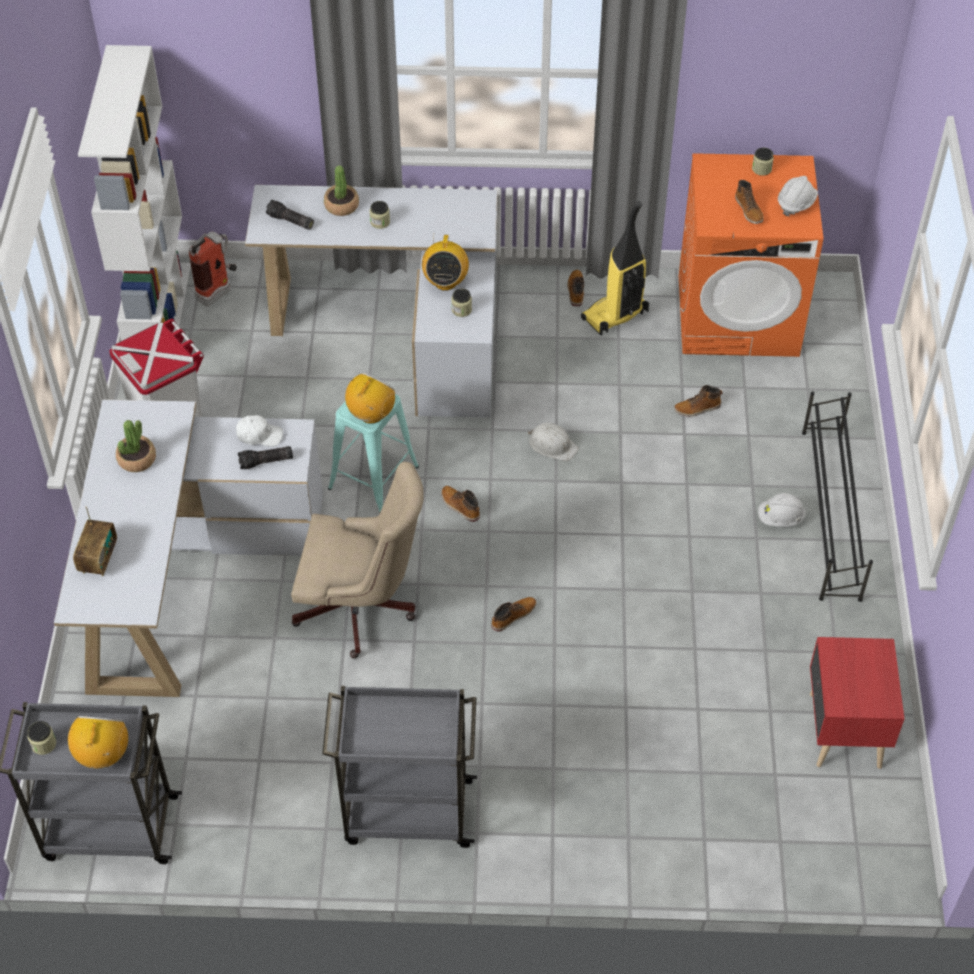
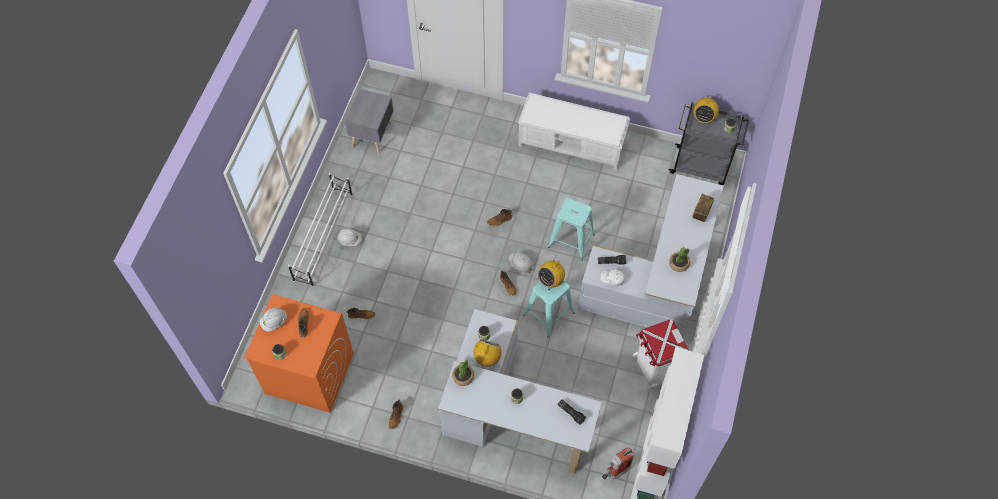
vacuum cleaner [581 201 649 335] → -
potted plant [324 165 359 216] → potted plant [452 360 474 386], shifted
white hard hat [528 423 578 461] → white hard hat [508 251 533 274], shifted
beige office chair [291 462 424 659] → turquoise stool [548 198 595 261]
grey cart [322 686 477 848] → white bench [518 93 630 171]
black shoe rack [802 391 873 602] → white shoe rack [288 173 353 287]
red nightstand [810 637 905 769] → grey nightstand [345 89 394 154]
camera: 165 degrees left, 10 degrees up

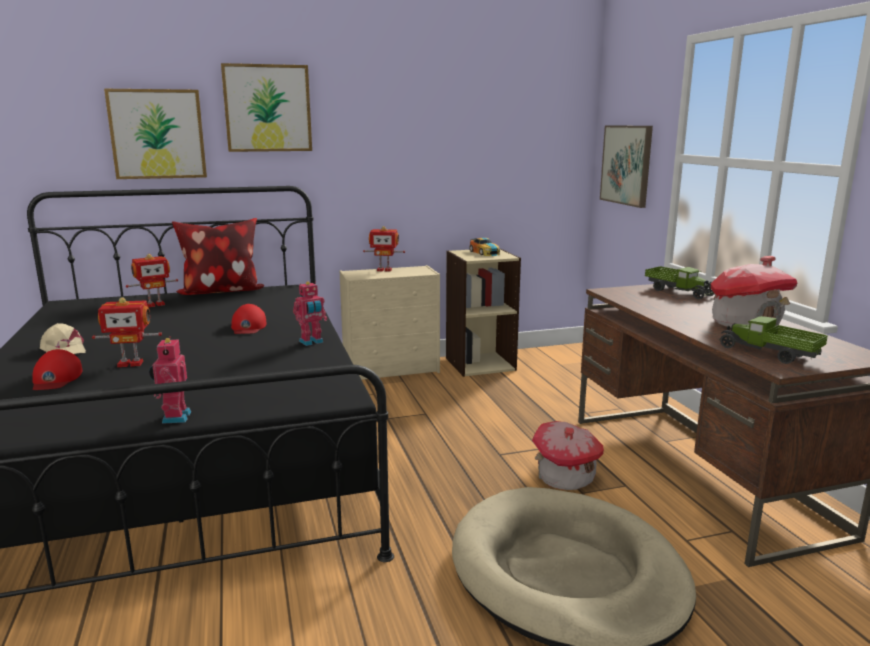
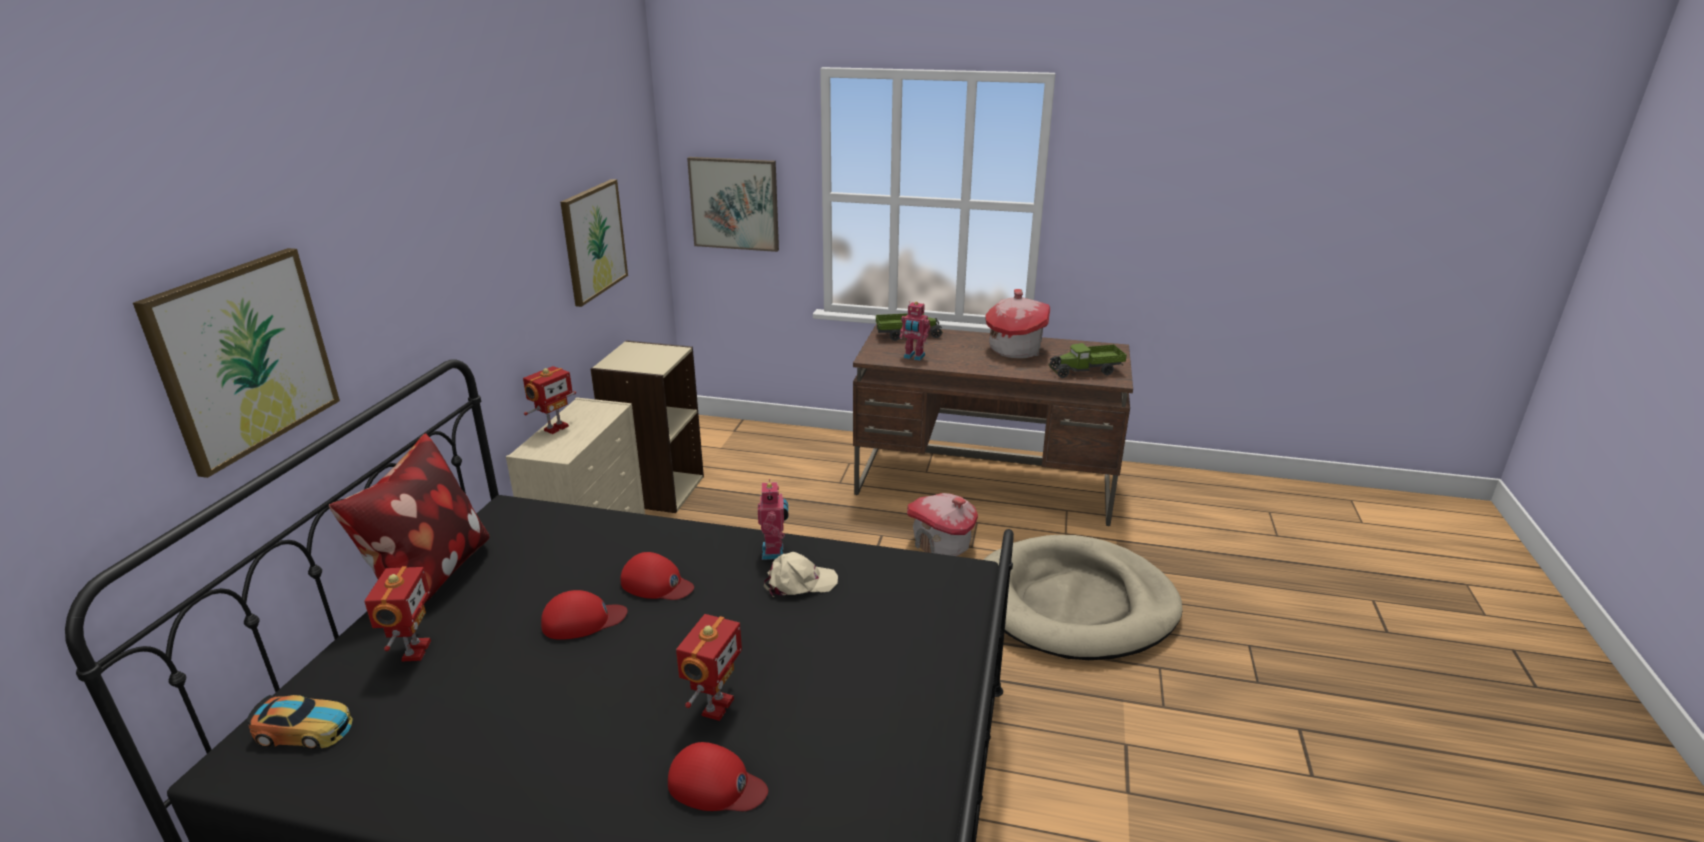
- → red cap [541 590 628 640]
beige cap [40 323 86 354] → beige cap [764 552 838 598], shifted
toy robot [149 336 191 424] → toy robot [900 302 931 361], shifted
picture [221 63 312 152] → picture [560 179 628 307], shifted
toy car [470 238 500 256] → toy car [247 695 353 749], shifted
camera: 60 degrees left, 10 degrees up

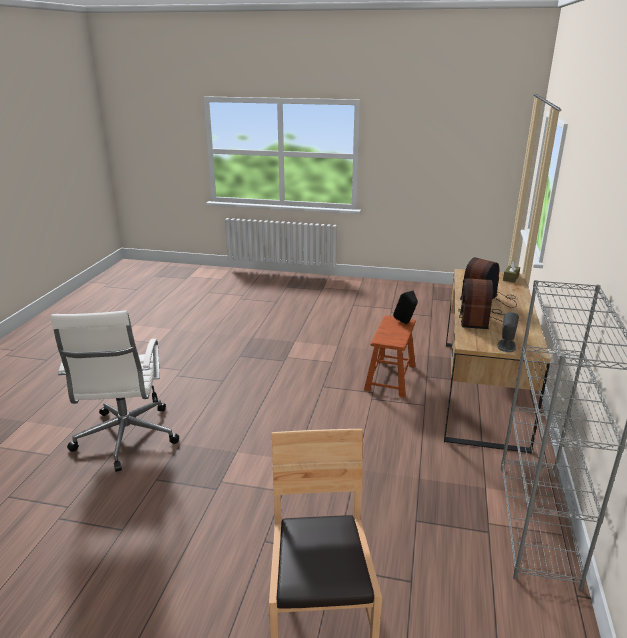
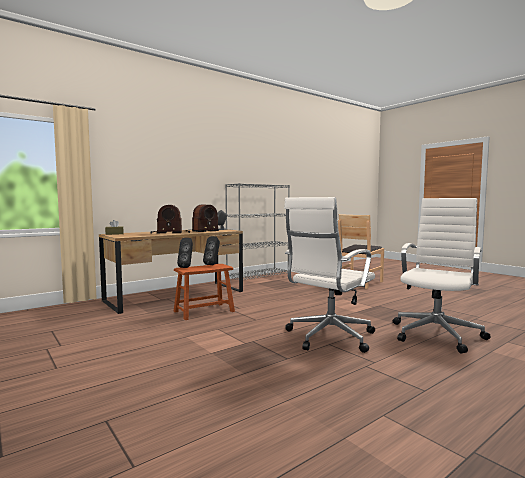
- → black speaker [203 236 220 265]
- → white office chair [284 197 375 353]
camera: 140 degrees left, 20 degrees down

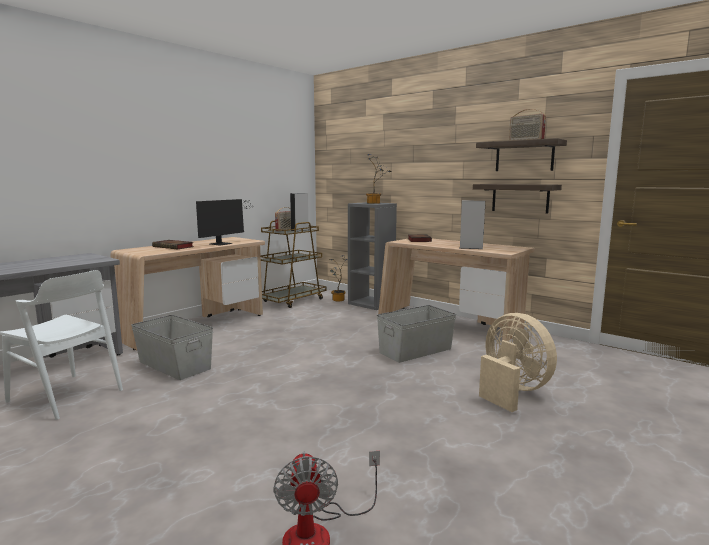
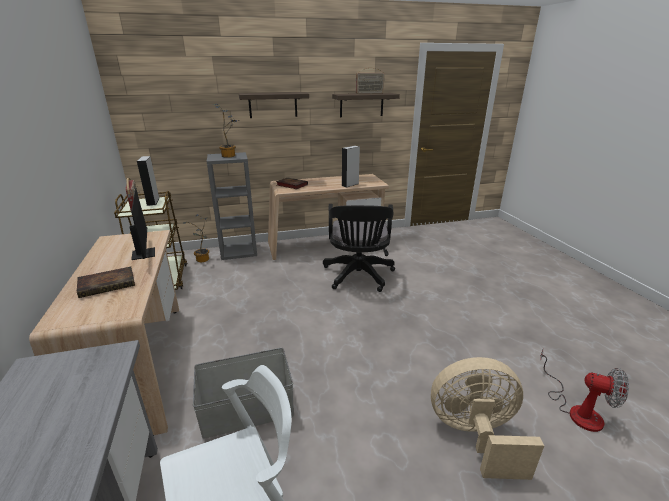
shelf [473 184 562 214] → shelf [239 92 309 118], shifted
beige fan [479 313 557 412] → beige fan [431 357 544 480], shifted
grey storage box [377 305 456 363] → black office chair [323 204 395 292]
camera: 55 degrees left, 15 degrees up

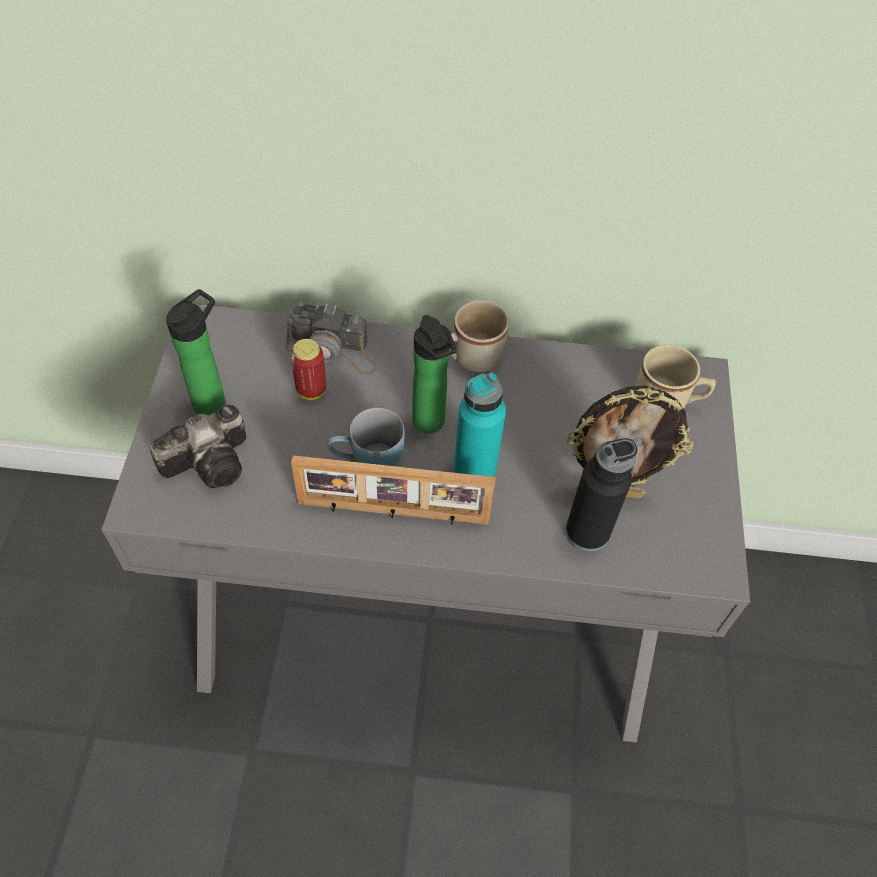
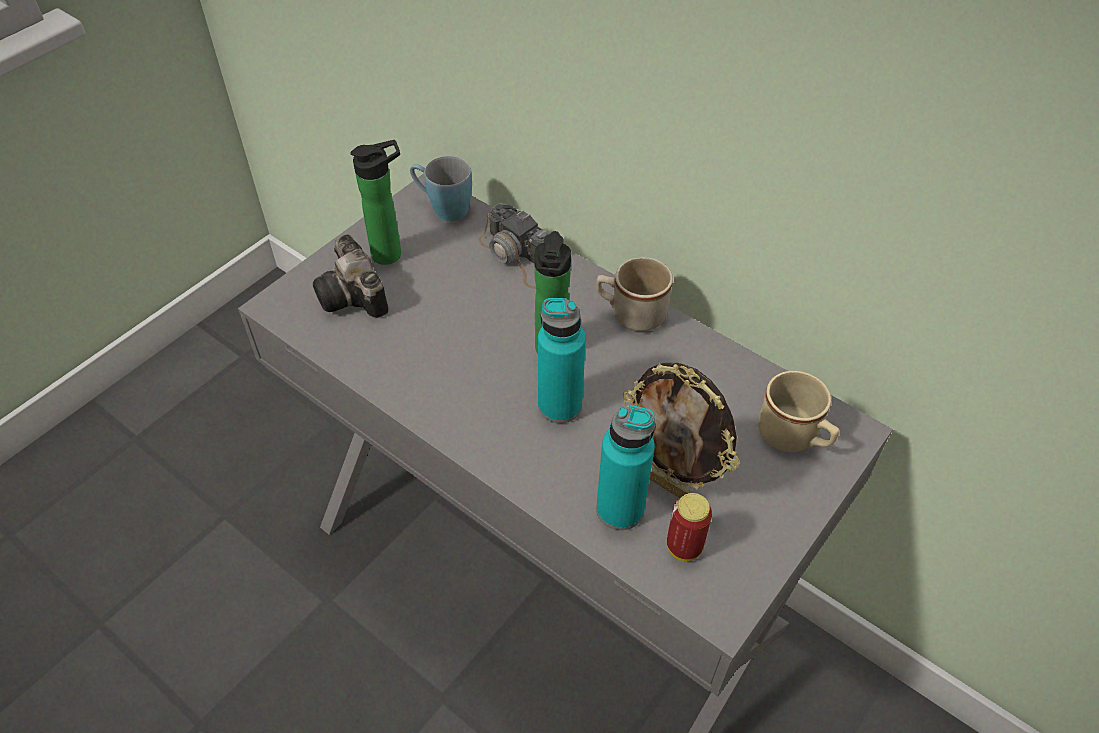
picture frame [291 455 496 525] → -
can [291 339 326 400] → can [667 493 712 561], shifted
blue mug [327 408 405 466] → blue mug [410 156 472 221], shifted
black bottle [566 438 637 551] → turquoise bottle [596 405 655 530]
photo camera [150 405 246 489] → photo camera [313 234 388 318], 60 degrees clockwise
camera: 35 degrees right, 5 degrees down

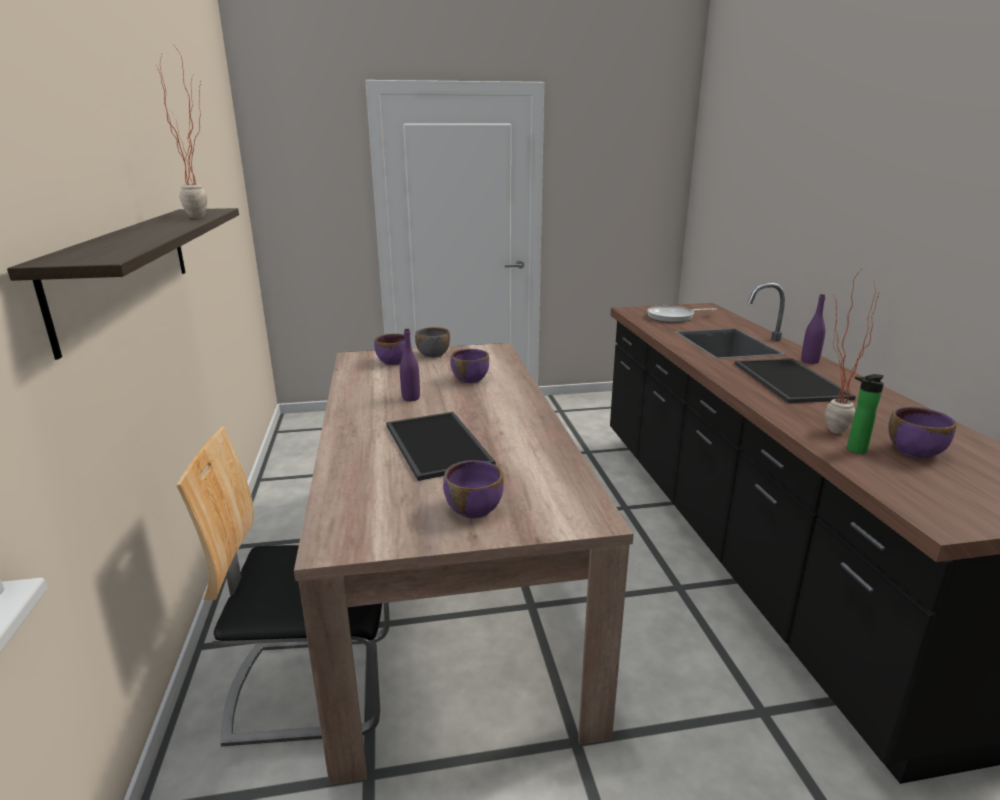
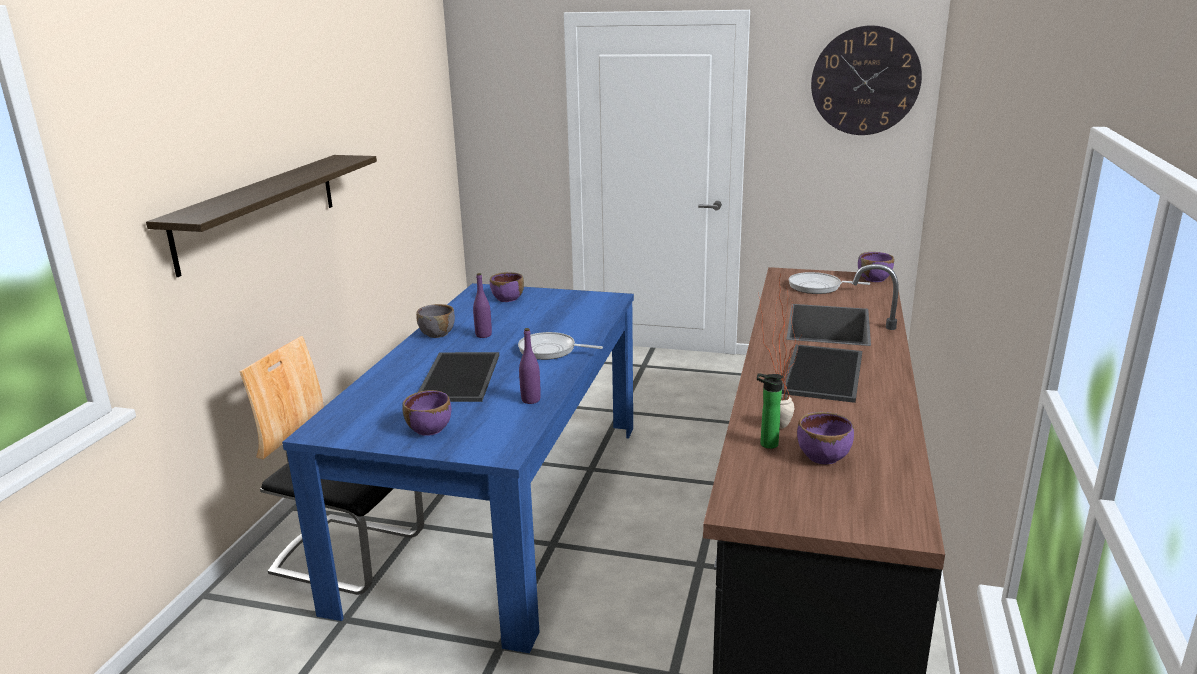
potted plant [156 43 207 218] → -
- → frying pan [518 332 603 360]
- → wall clock [811 25 922 135]
grey bowl [415 327 450 357] → grey bowl [416 304 455 338], shifted
purple bowl [451 349 489 383] → purple bowl [858 252 894 282], shifted
purple bottle [801 294 825 364] → purple bottle [519 328 541 404], shifted
beige dining table [294 343 634 785] → blue dining table [282 283 634 653]
camera: 25 degrees right, 0 degrees up

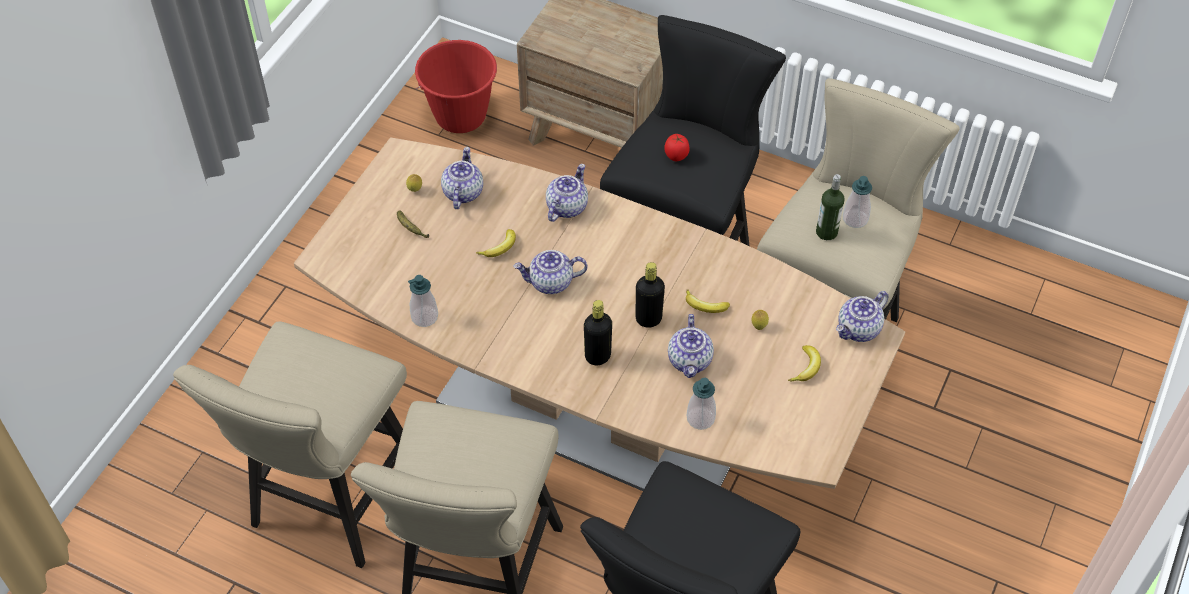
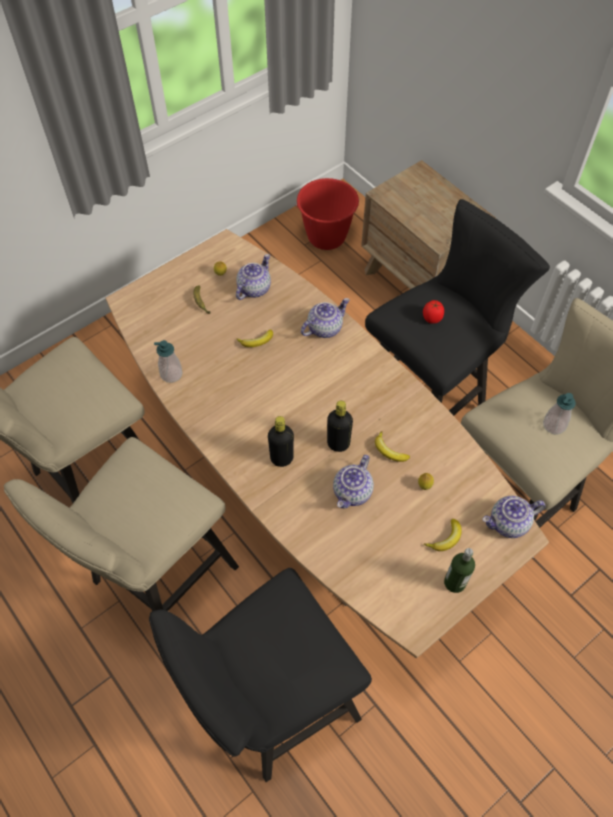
teapot [514 250 587 294] → -
soap dispenser [687 378 716 430] → -
bottle [816 174 845 240] → bottle [444 548 475 593], shifted
camera: 25 degrees right, 5 degrees up

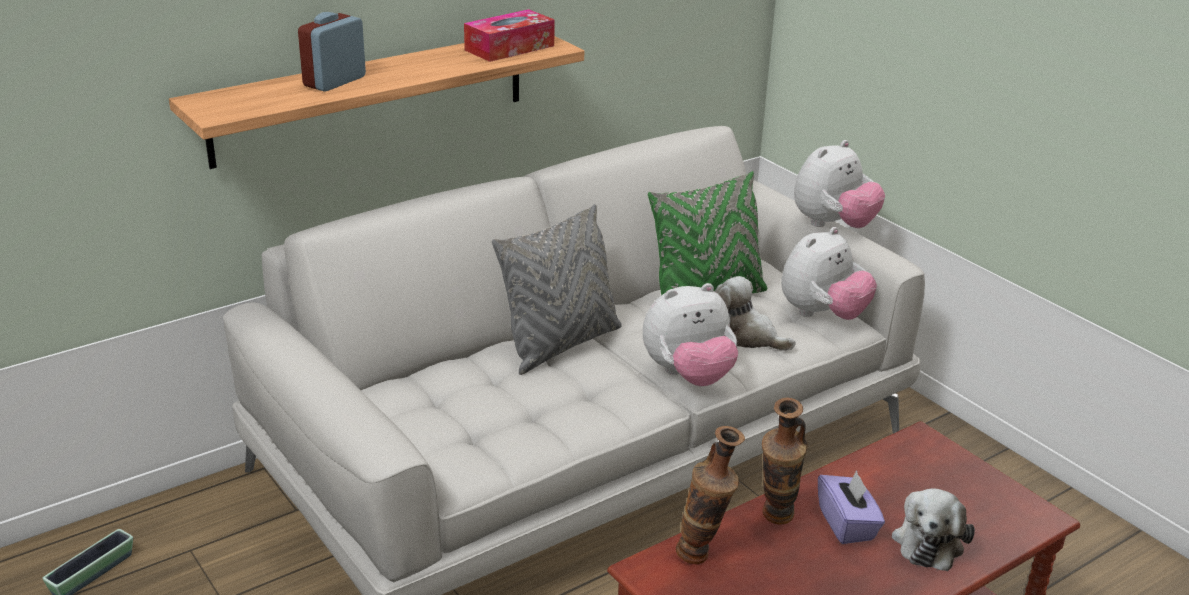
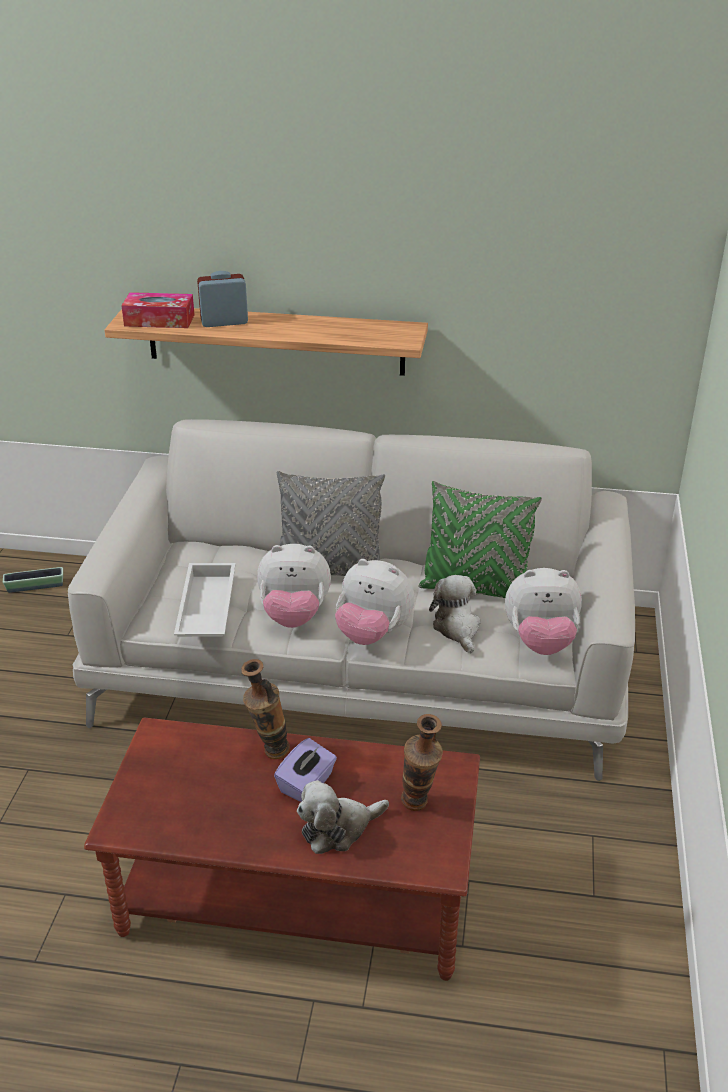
- → white tray [174 563 236 637]
tissue box [464 9 555 62] → tissue box [121 292 195 328], shifted
vase [676 426 745 564] → vase [401 714 443 811], shifted
plush toy [794 140 885 228] → plush toy [257 544 331 628], shifted
camera: 45 degrees right, 5 degrees up

